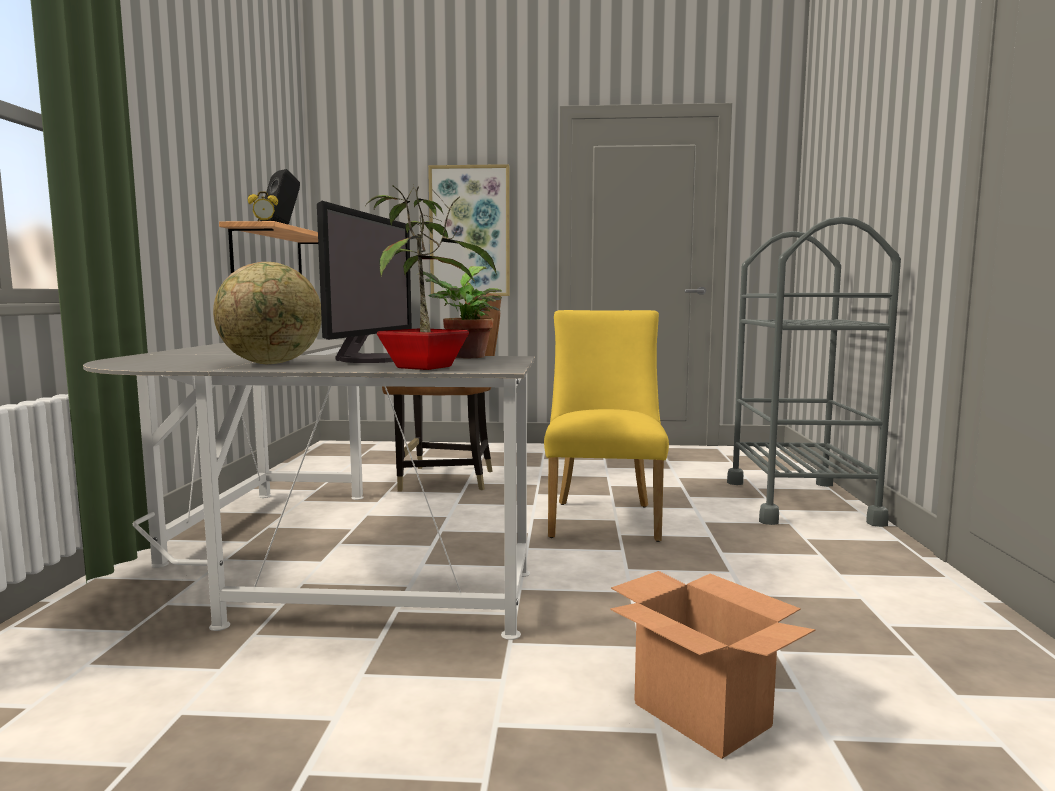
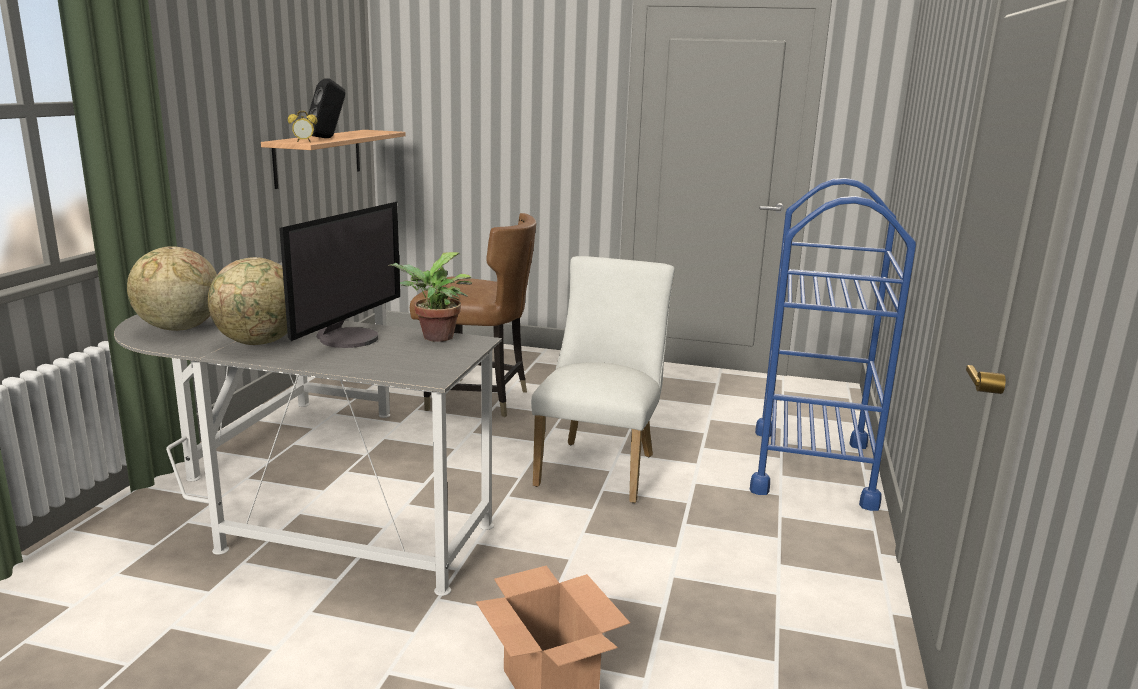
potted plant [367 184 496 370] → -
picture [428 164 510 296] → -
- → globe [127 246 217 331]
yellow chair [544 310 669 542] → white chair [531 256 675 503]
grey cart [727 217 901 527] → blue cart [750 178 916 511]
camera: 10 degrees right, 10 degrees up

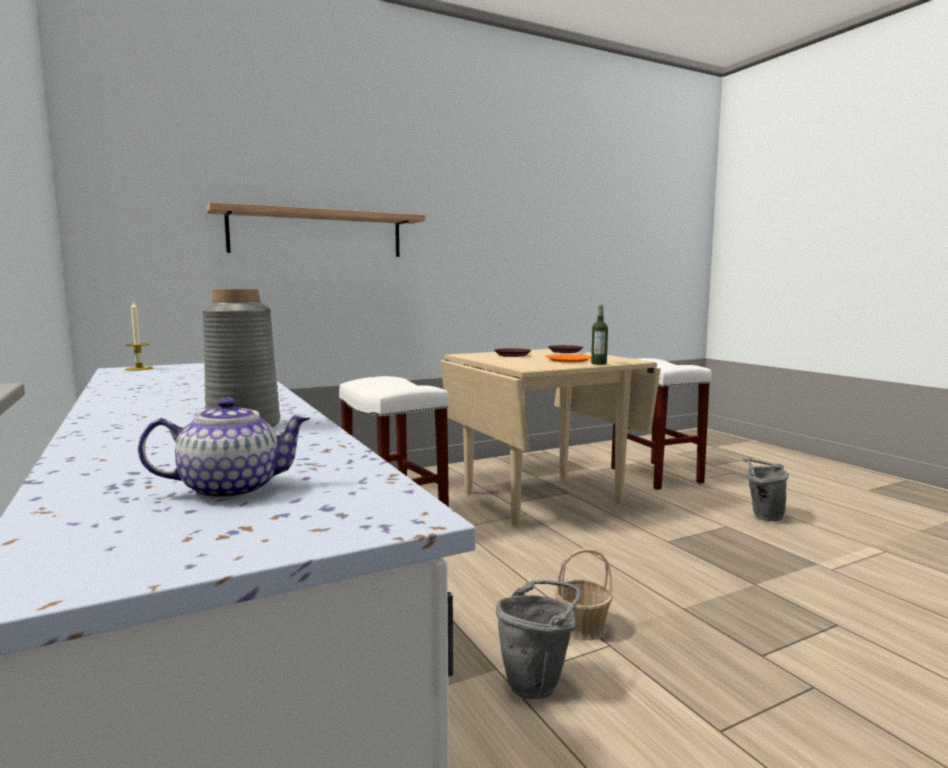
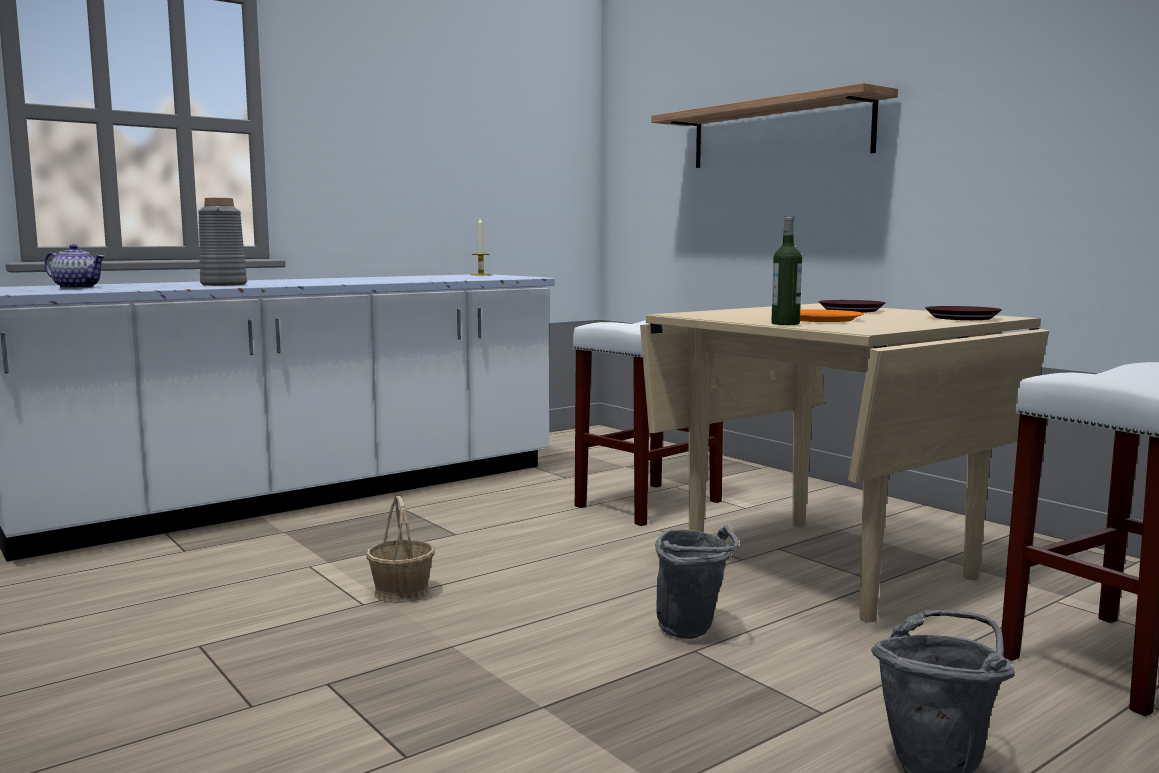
grey bucket [496 580 581 699] → grey bucket [655 525 739 639], shifted
teapot [138 397 310 500] → teapot [45 244 105 289], 45 degrees counterclockwise
camera: 80 degrees right, 0 degrees up

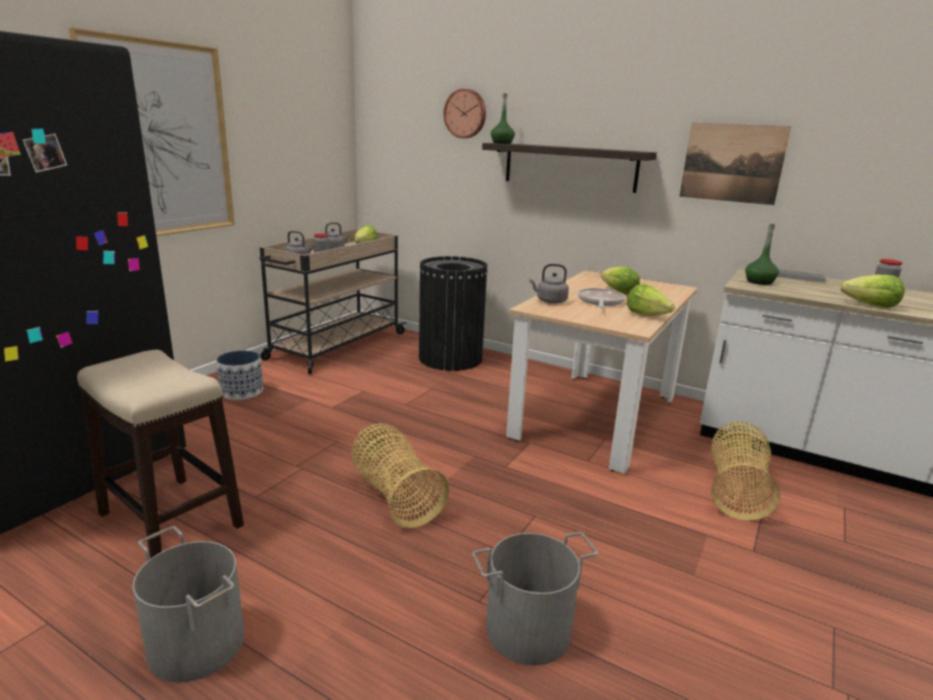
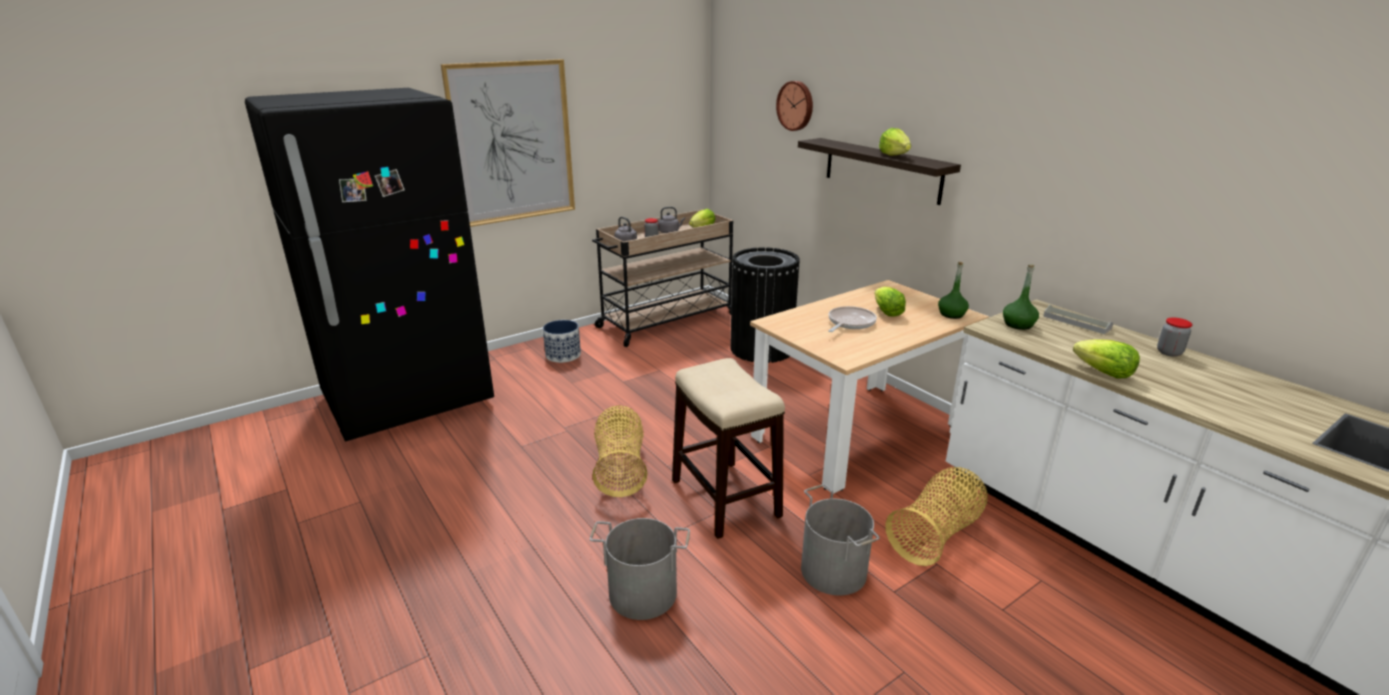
grey kettle [530 264 569 304] → -
picture [679 123 791 205] → -
stool [77 350 244 559] → stool [672 358 785 539], shifted
grey bucket [133 526 244 683] → grey bucket [801 484 880 595], shifted
green bottle [491 93 515 144] → green bottle [938 262 969 319], shifted
lettuce [627 284 675 316] → lettuce [879 128 911 156], shifted
camera: 25 degrees right, 5 degrees up

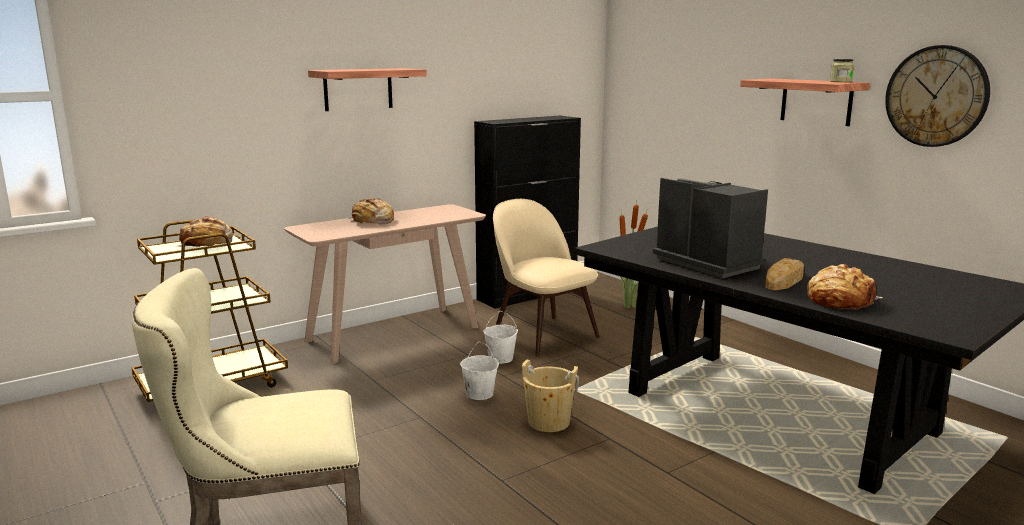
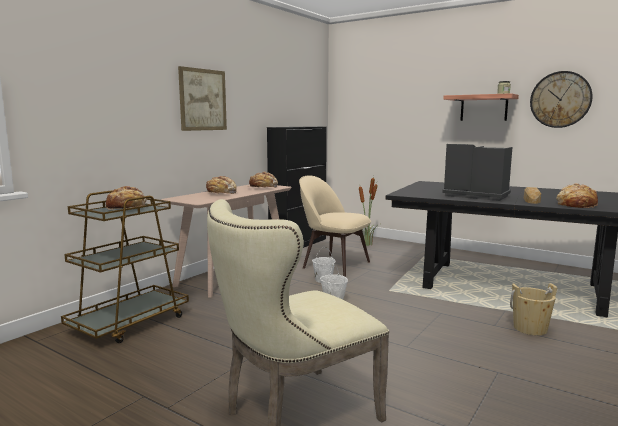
- → bread [247 172 278 188]
beige bucket [522 359 579 432] → beige bucket [510 283 557 335], shifted
shelf [308 68 427 111] → picture [178 66 227 131]
camera: 20 degrees left, 5 degrees down

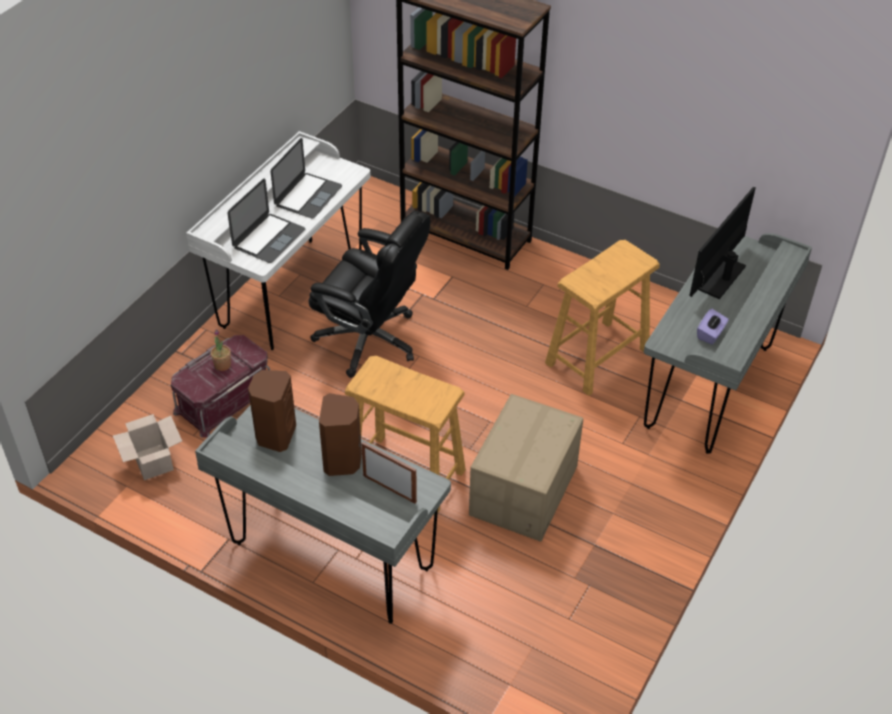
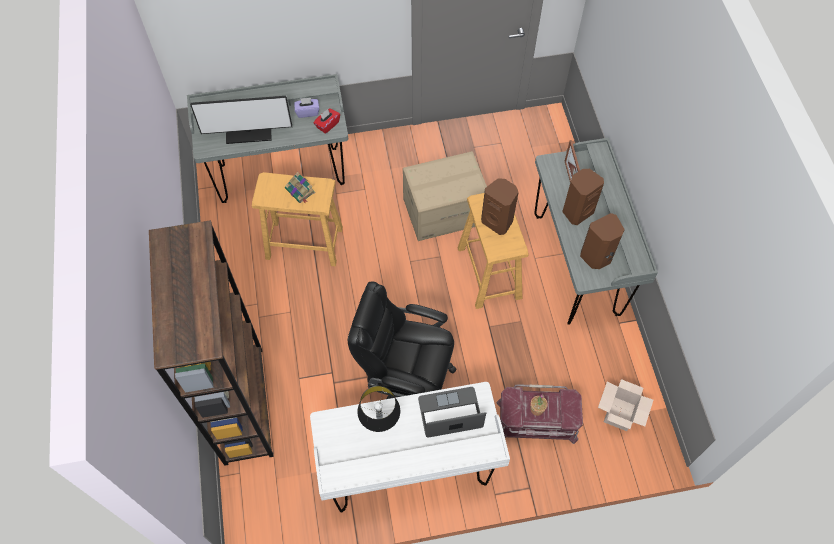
- → book [285 172 315 203]
- → red tissue box [314 108 340 134]
- → brown speaker [481 178 519 235]
laptop [271 138 342 219] → table lamp [357 386 400 432]
black office chair [309 211 431 378] → black office chair [348 282 457 399], 60 degrees counterclockwise
camera: 130 degrees left, 15 degrees up

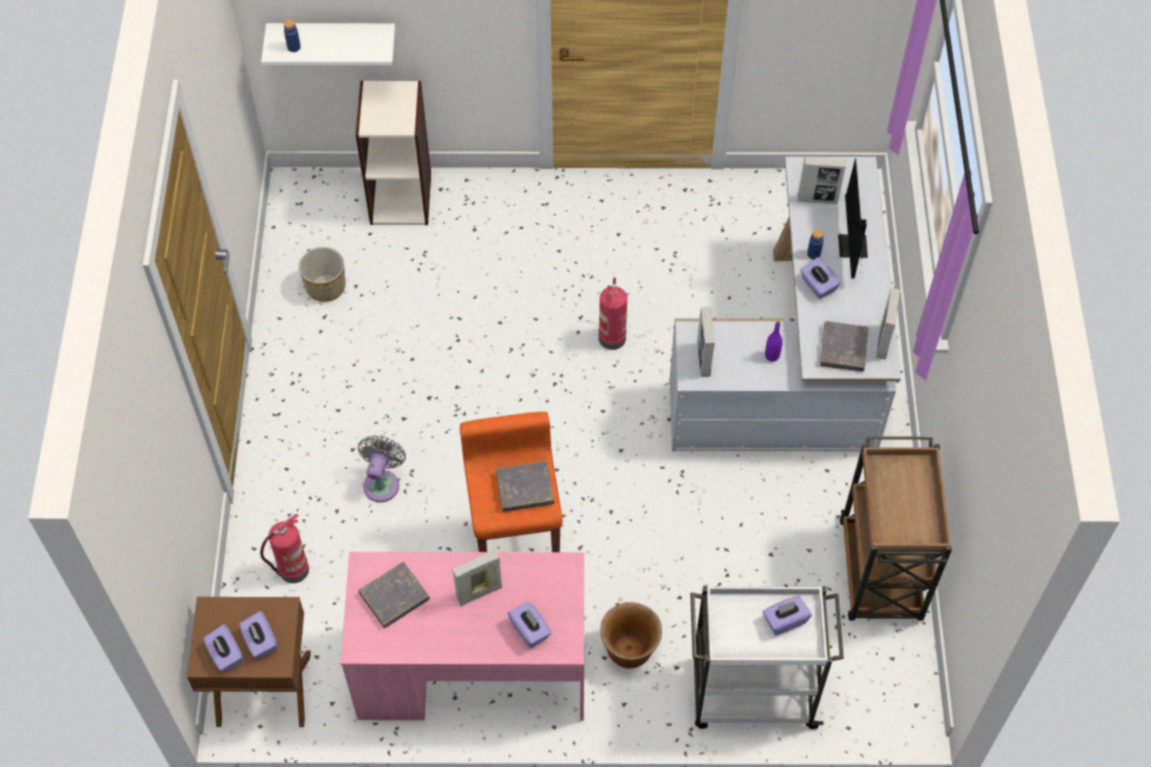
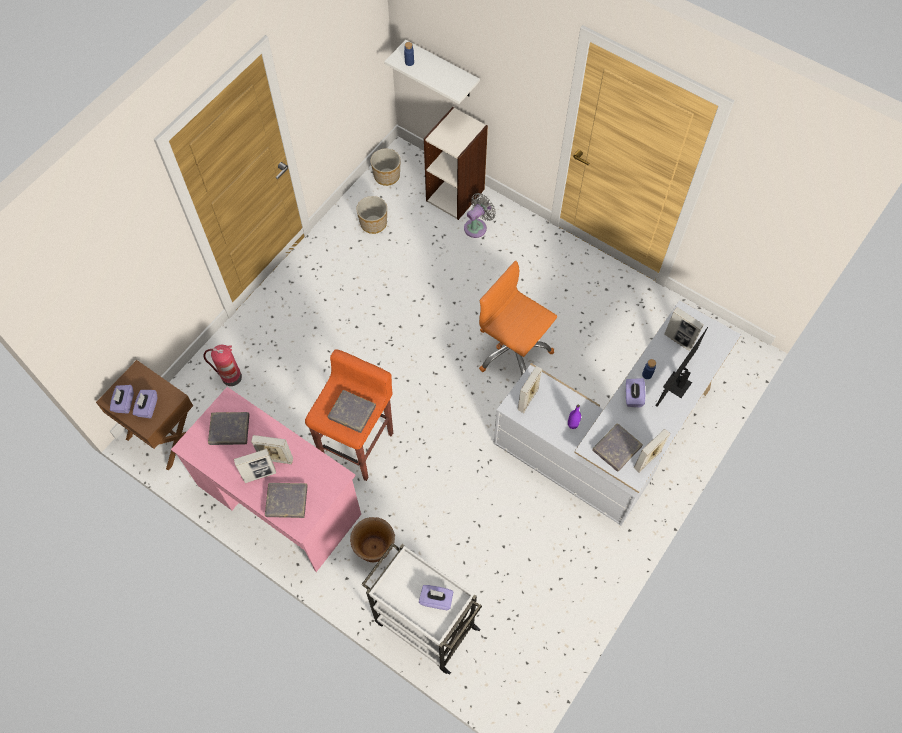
brown cart [840 436 952 621] → -
- → picture frame [234 449 276 483]
- → planter [371 149 401 186]
grey fan [358 436 406 502] → grey fan [464 193 496 238], shifted
purple tissue box [508 602 551 648] → grey book [265 483 307 518]
fire extinguisher [599 277 627 350] → orange office chair [479 261 557 375]
camera: 35 degrees right, 5 degrees up

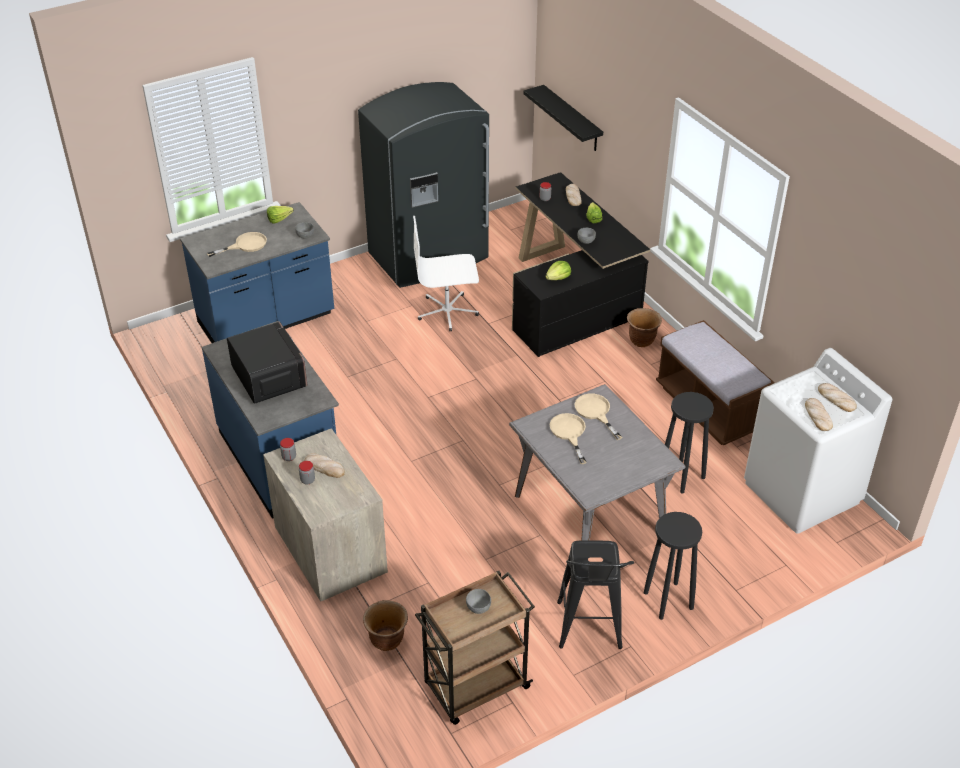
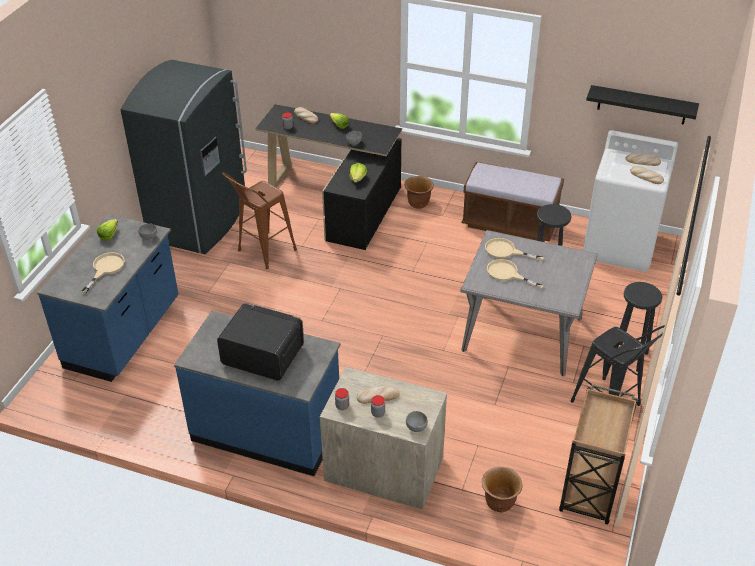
grey bowl [466 589 491 614] → grey bowl [406 411 428 432], shifted
black shelf [523 85 603 151] → black shelf [586 85 699 125], shifted
white office chair [413 216 479 331] → brown stool [222 172 297 269]
camera: 40 degrees left, 0 degrees up

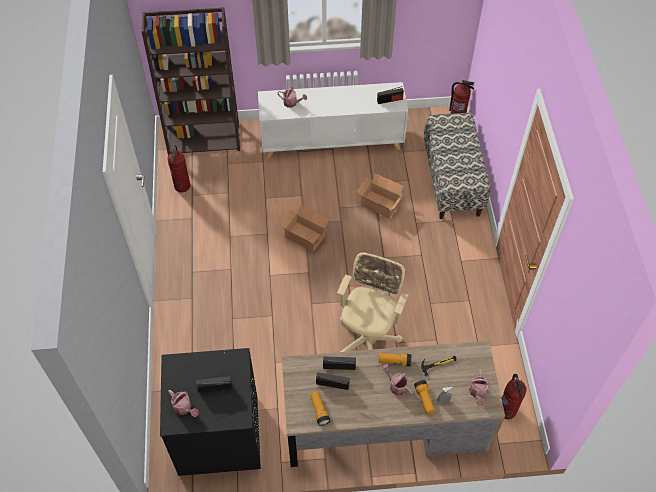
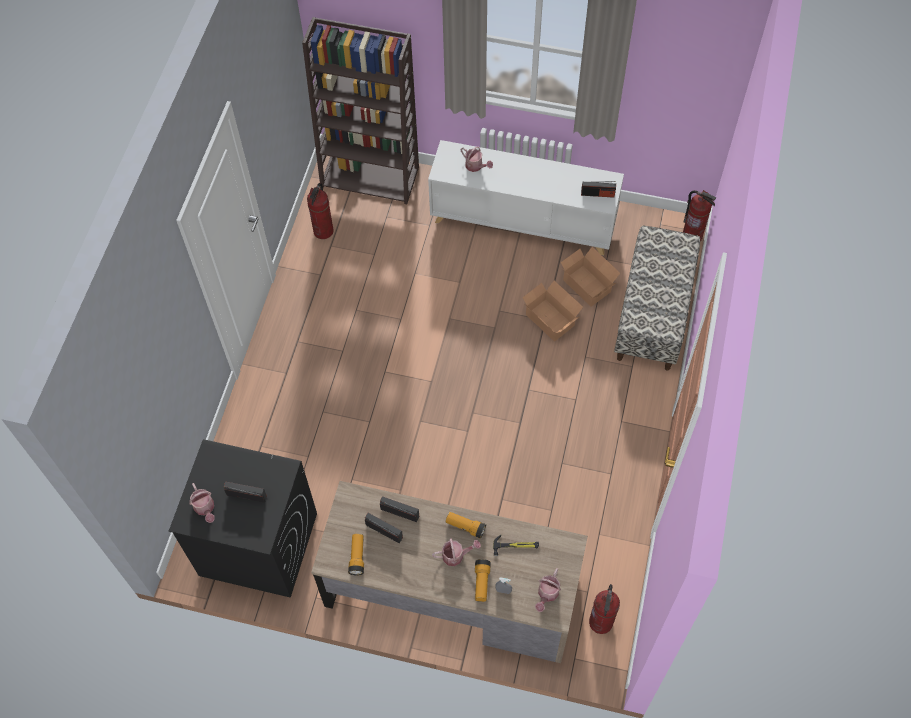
beige office chair [337 252 408 352] → -
cardboard box [280 205 329 252] → cardboard box [561 247 620 307], shifted
watering can [381 364 412 396] → watering can [432 539 481 566], 105 degrees clockwise
camera: 20 degrees right, 5 degrees up

